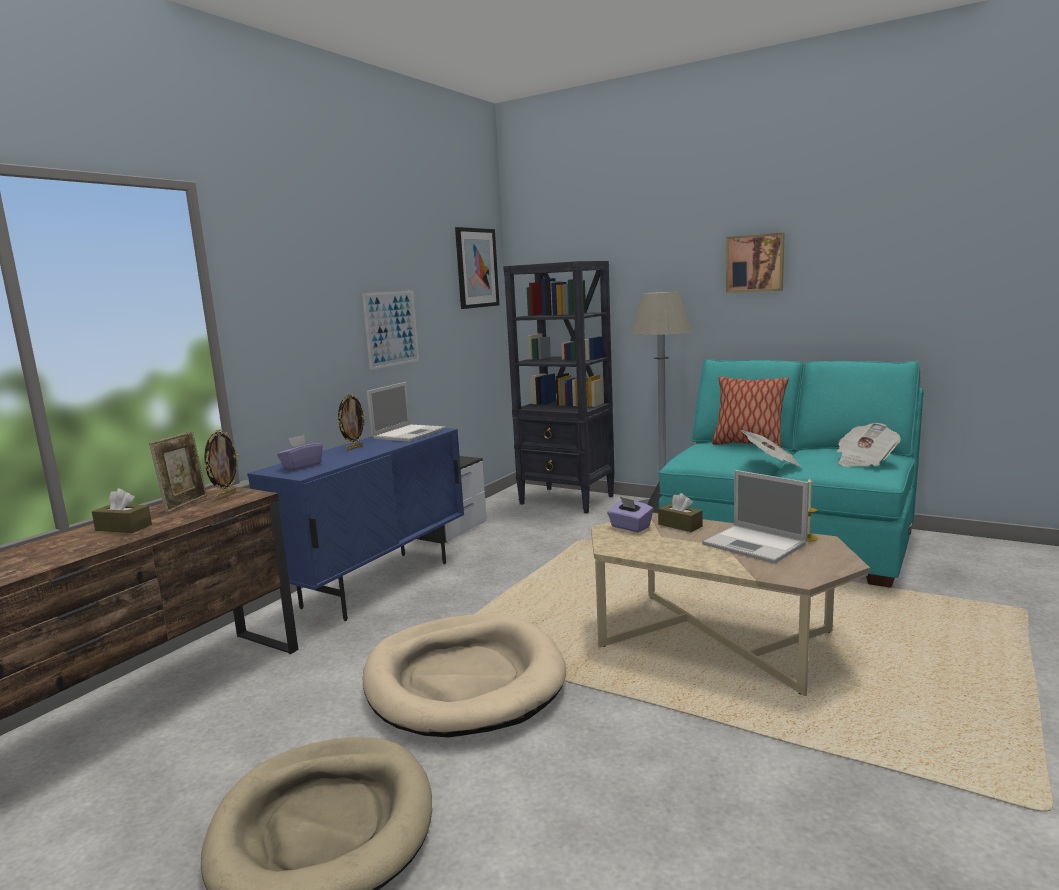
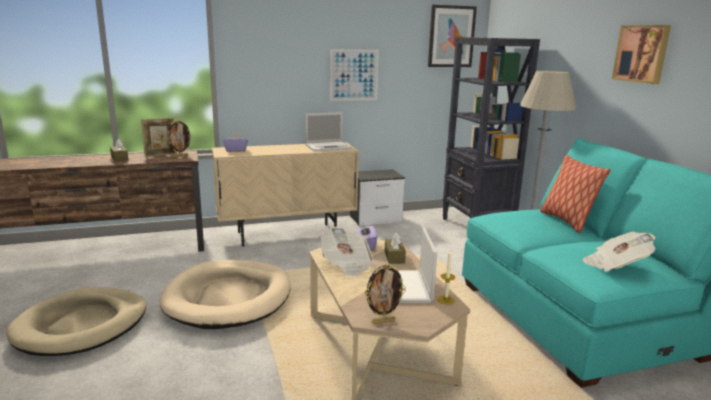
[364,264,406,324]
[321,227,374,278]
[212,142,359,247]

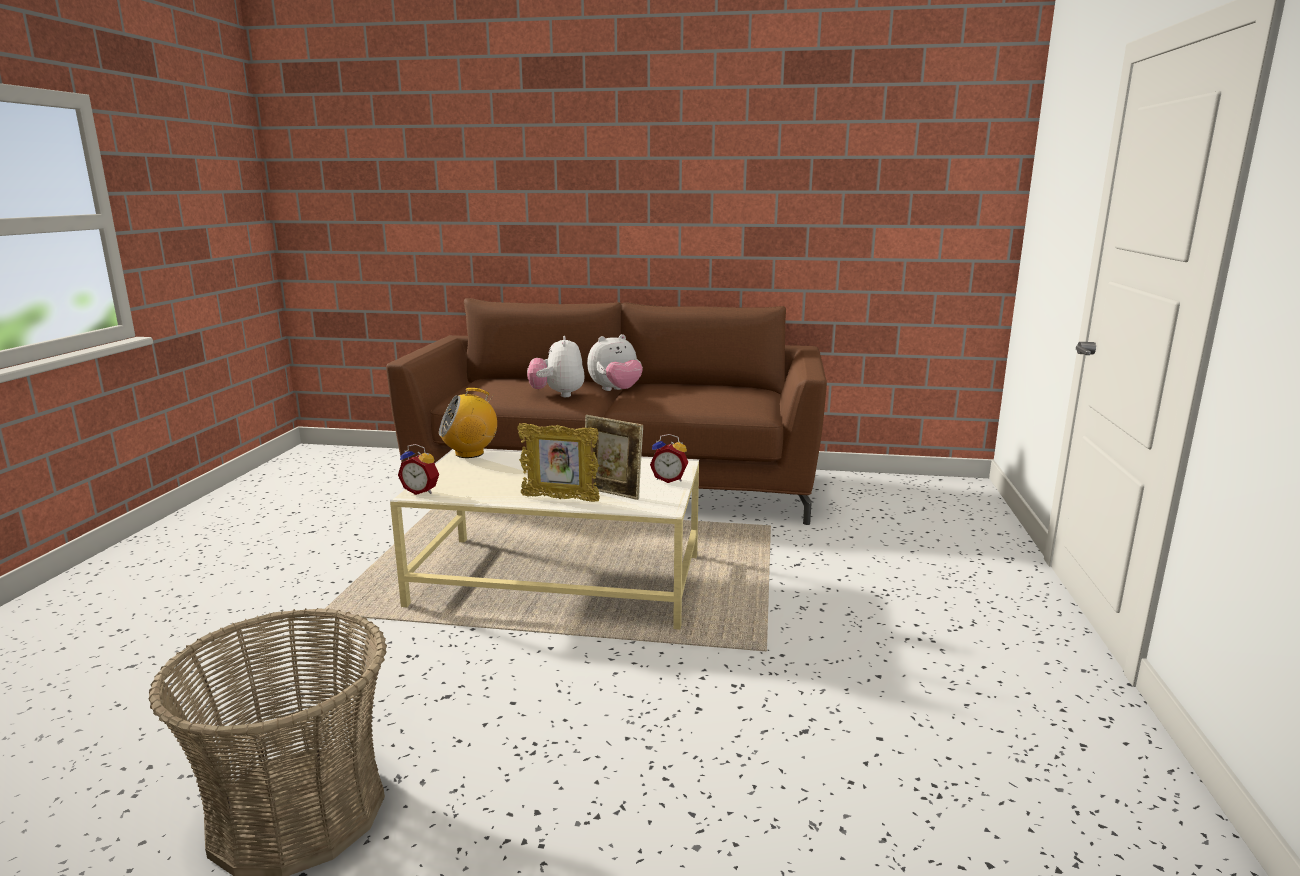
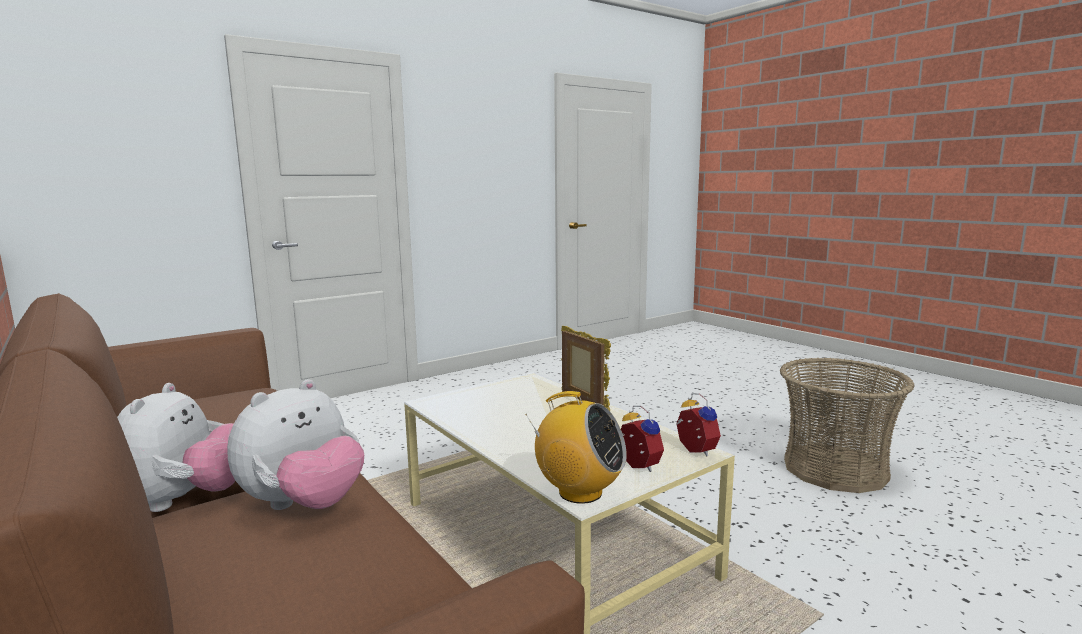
[585,415,643,500] (first image)
[621,405,664,472]
[117,383,235,512]

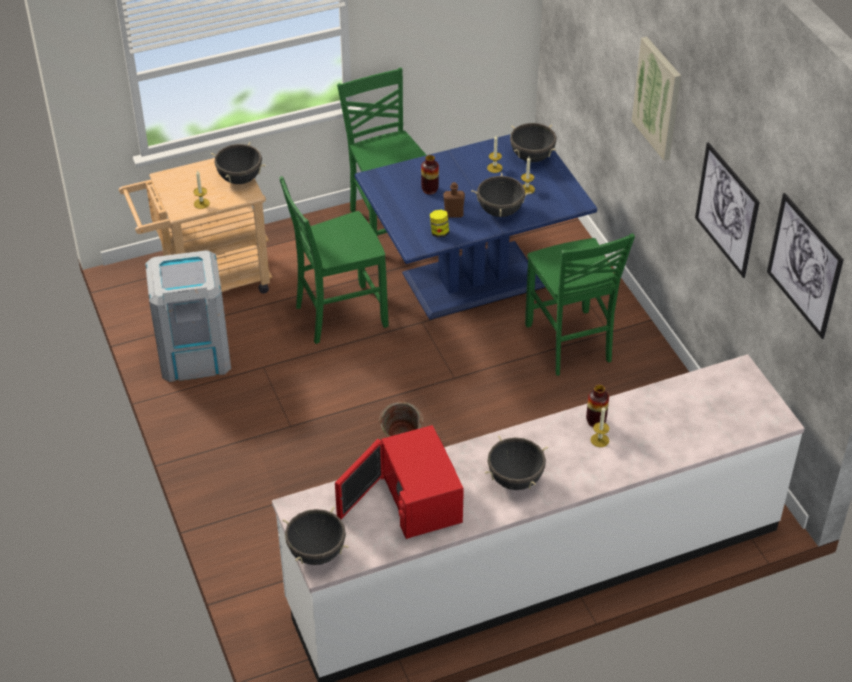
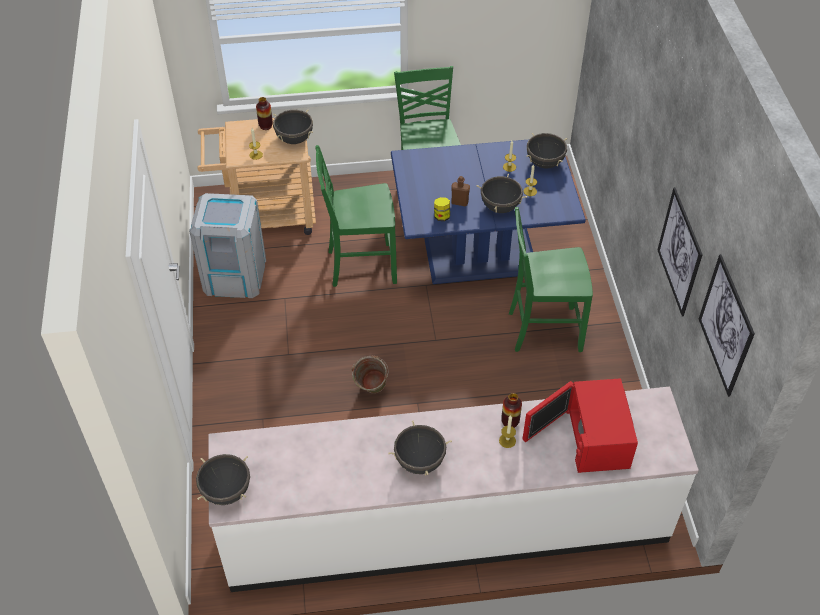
[632,37,681,161] (first image)
[523,378,638,473]
[256,97,273,130]
[509,207,593,352]

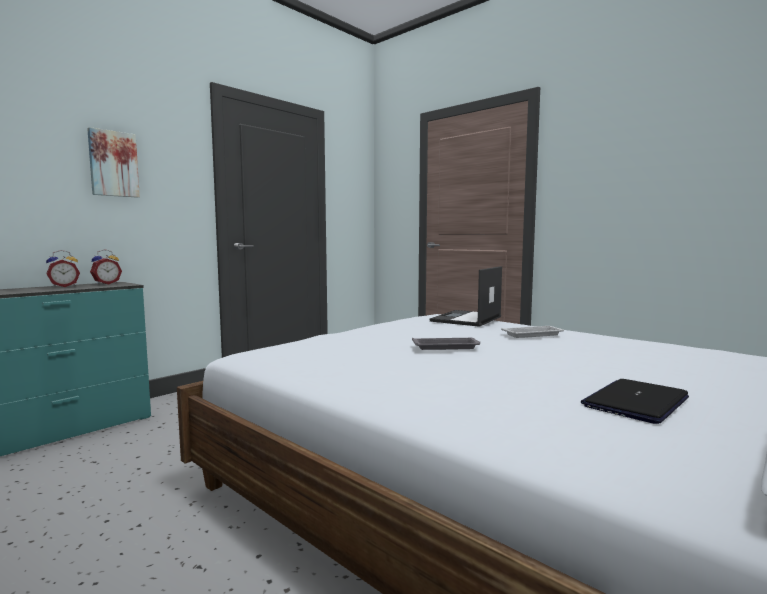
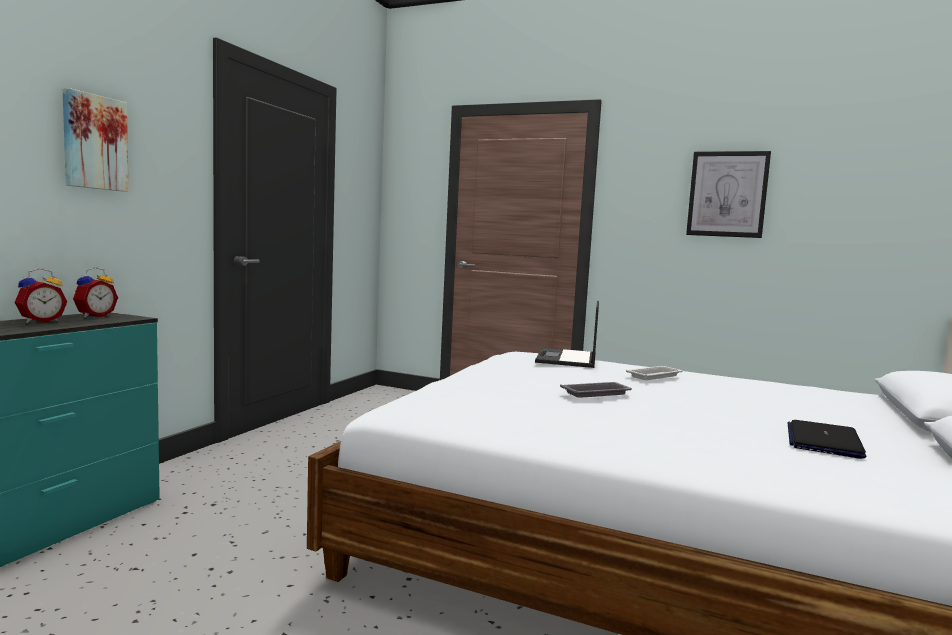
[686,151,771,238]

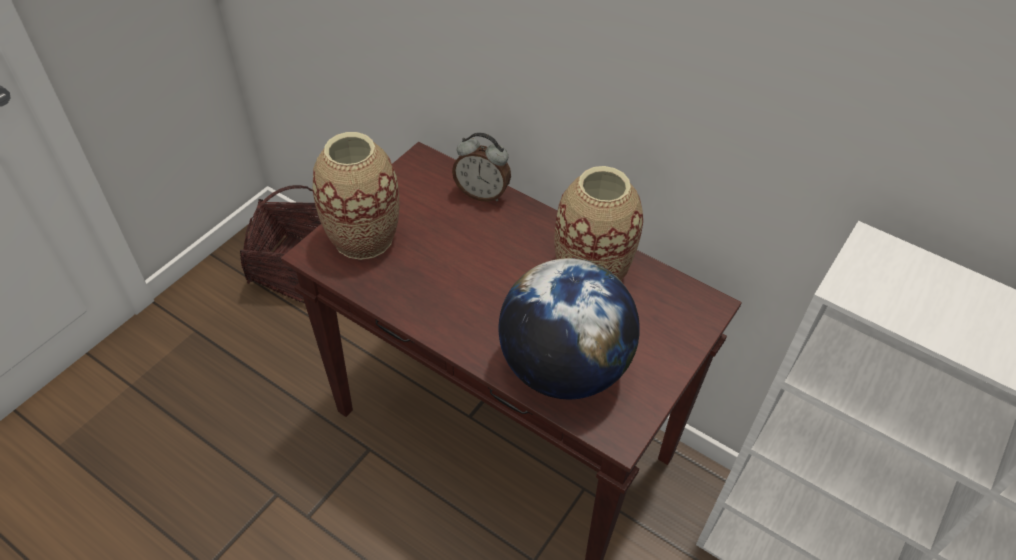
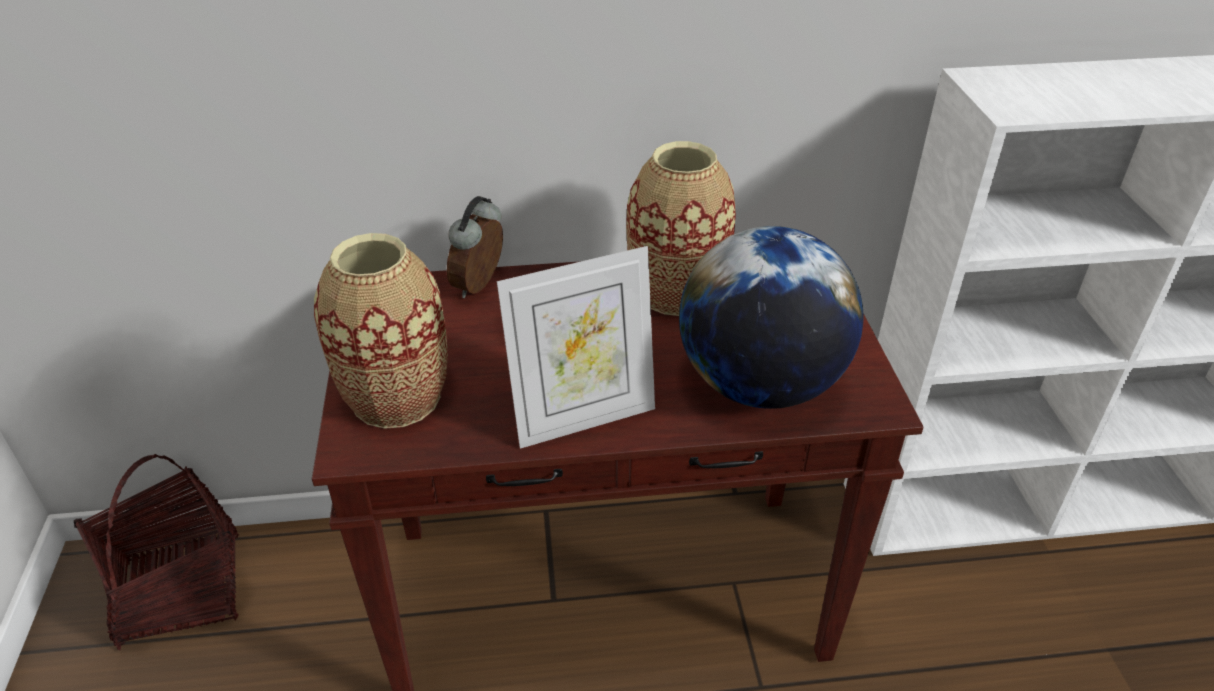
[497,246,655,449]
[446,196,503,298]

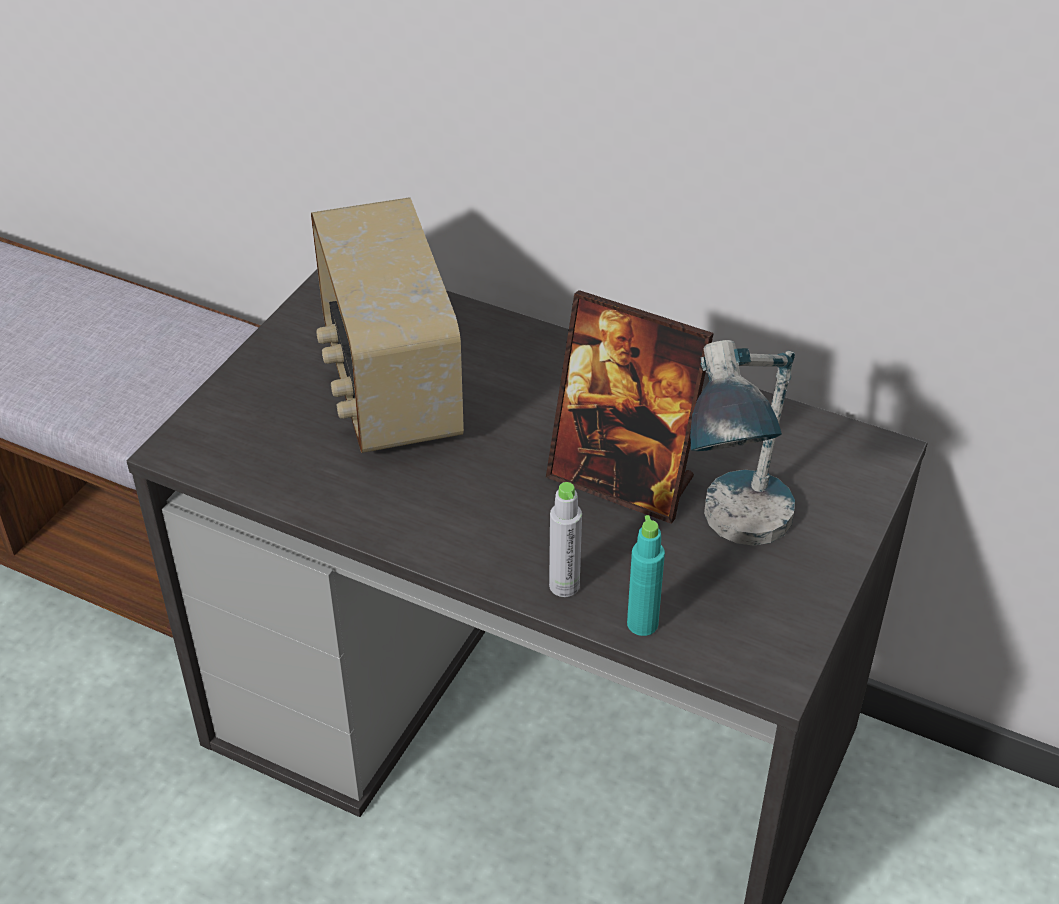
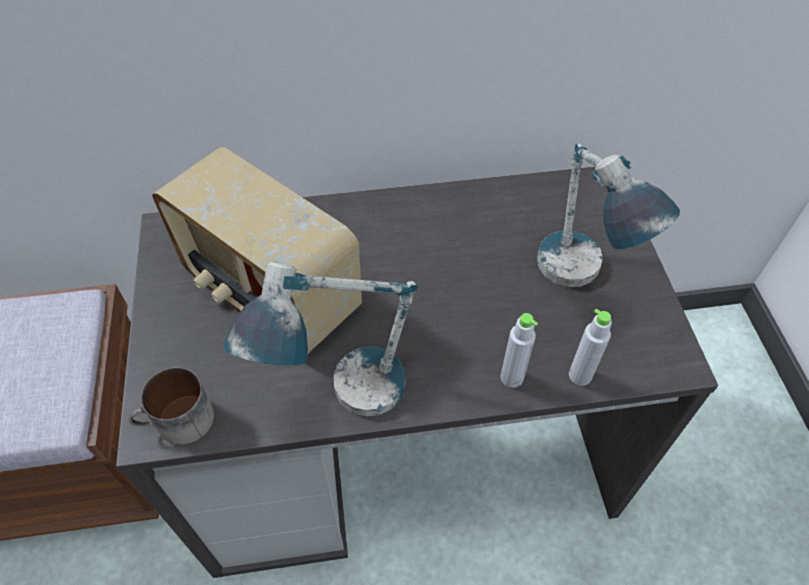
[546,290,714,523] (first image)
[128,367,214,445]
[223,261,418,417]
[569,309,612,386]

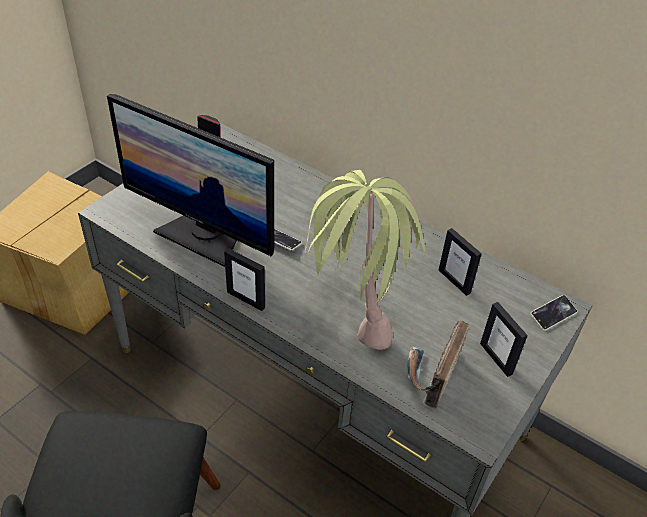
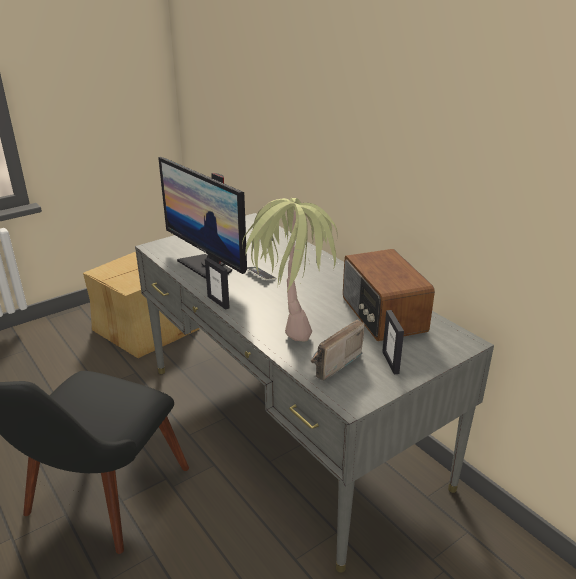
[530,295,577,331] (first image)
[343,249,435,341]

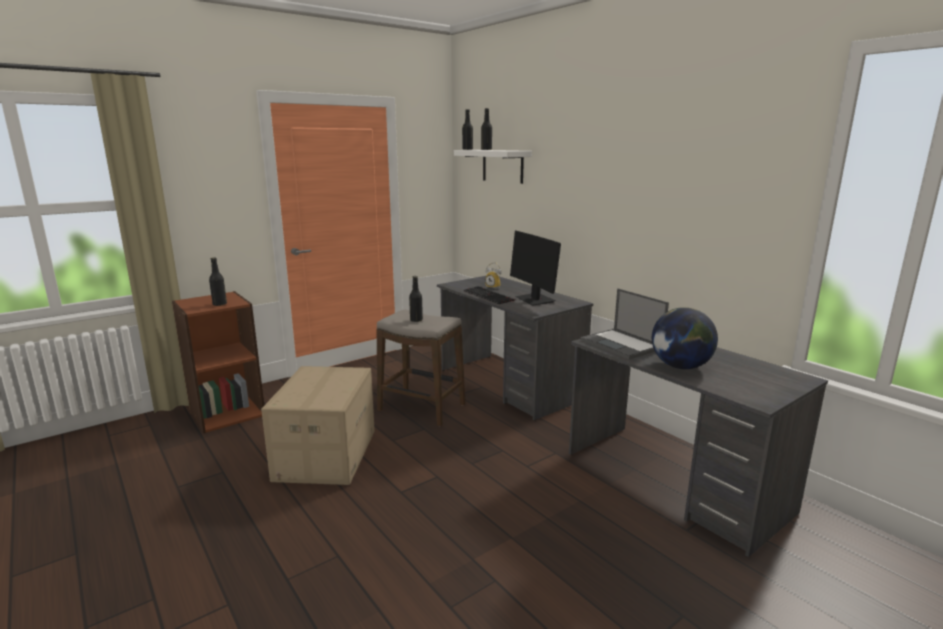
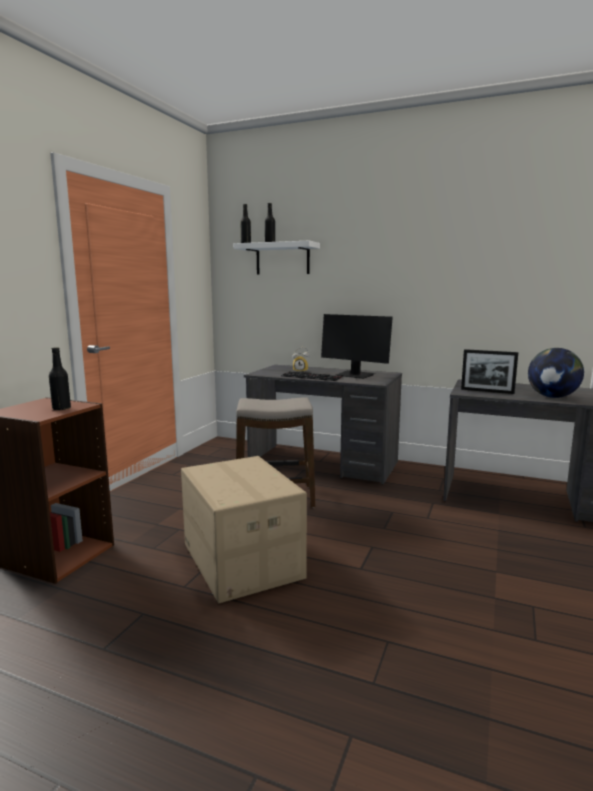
[409,276,423,322] (first image)
[461,349,518,394]

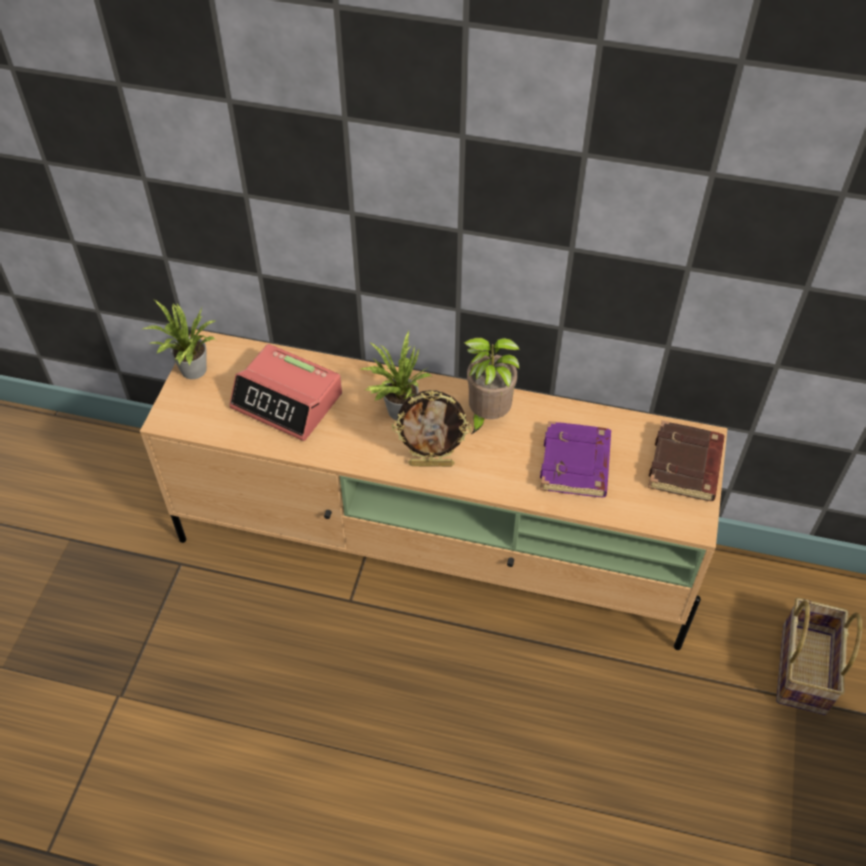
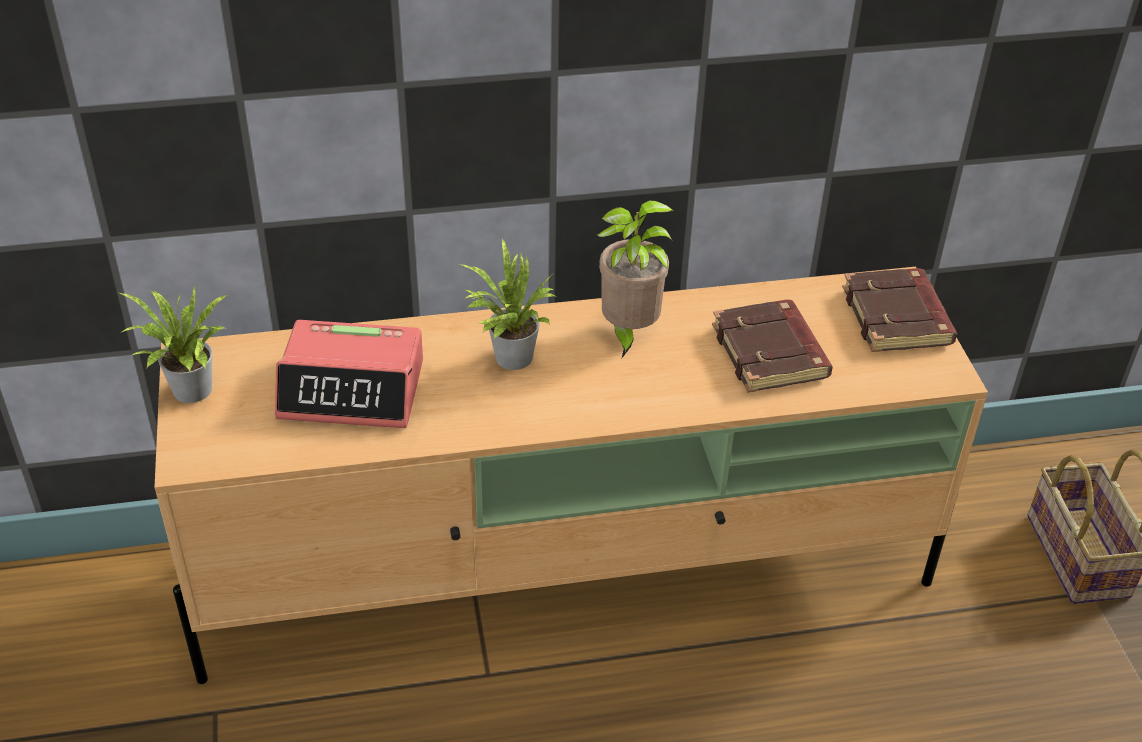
[392,390,472,467] (first image)
[712,300,833,393]

